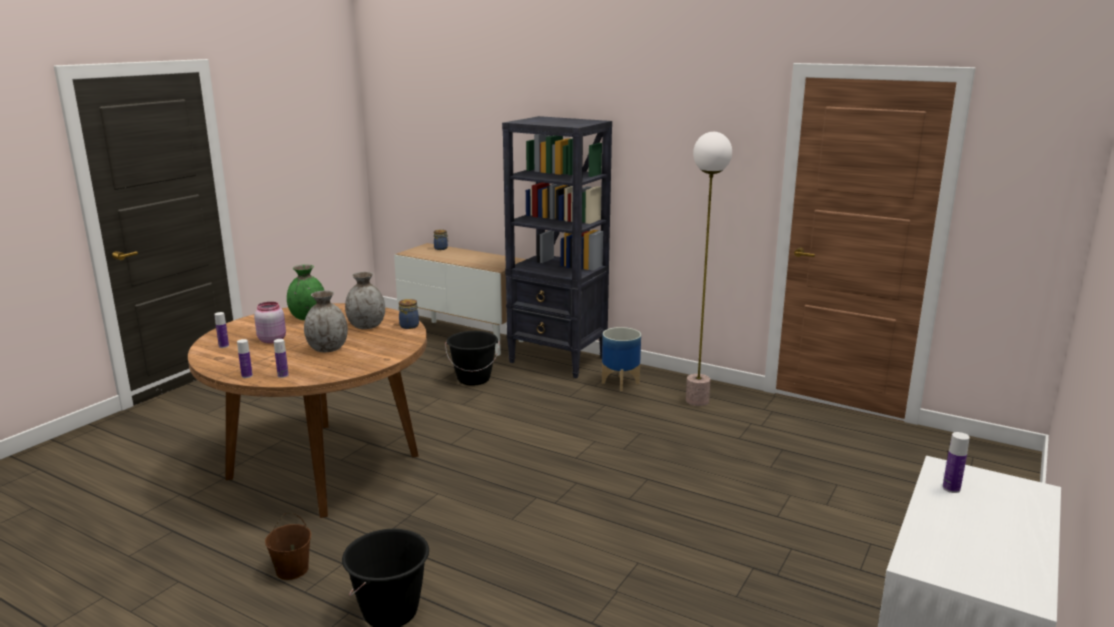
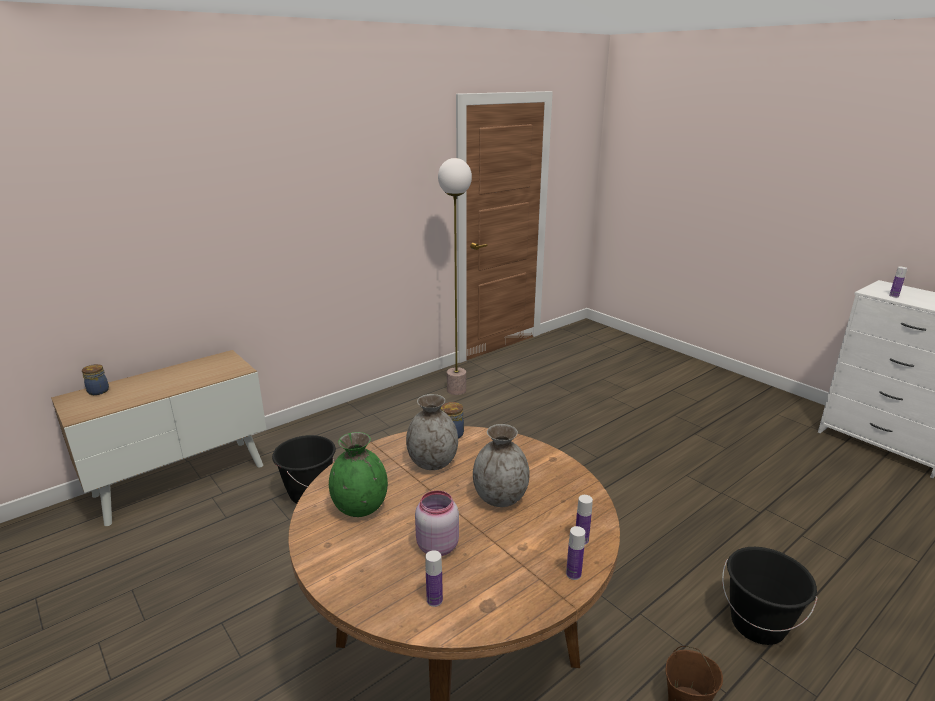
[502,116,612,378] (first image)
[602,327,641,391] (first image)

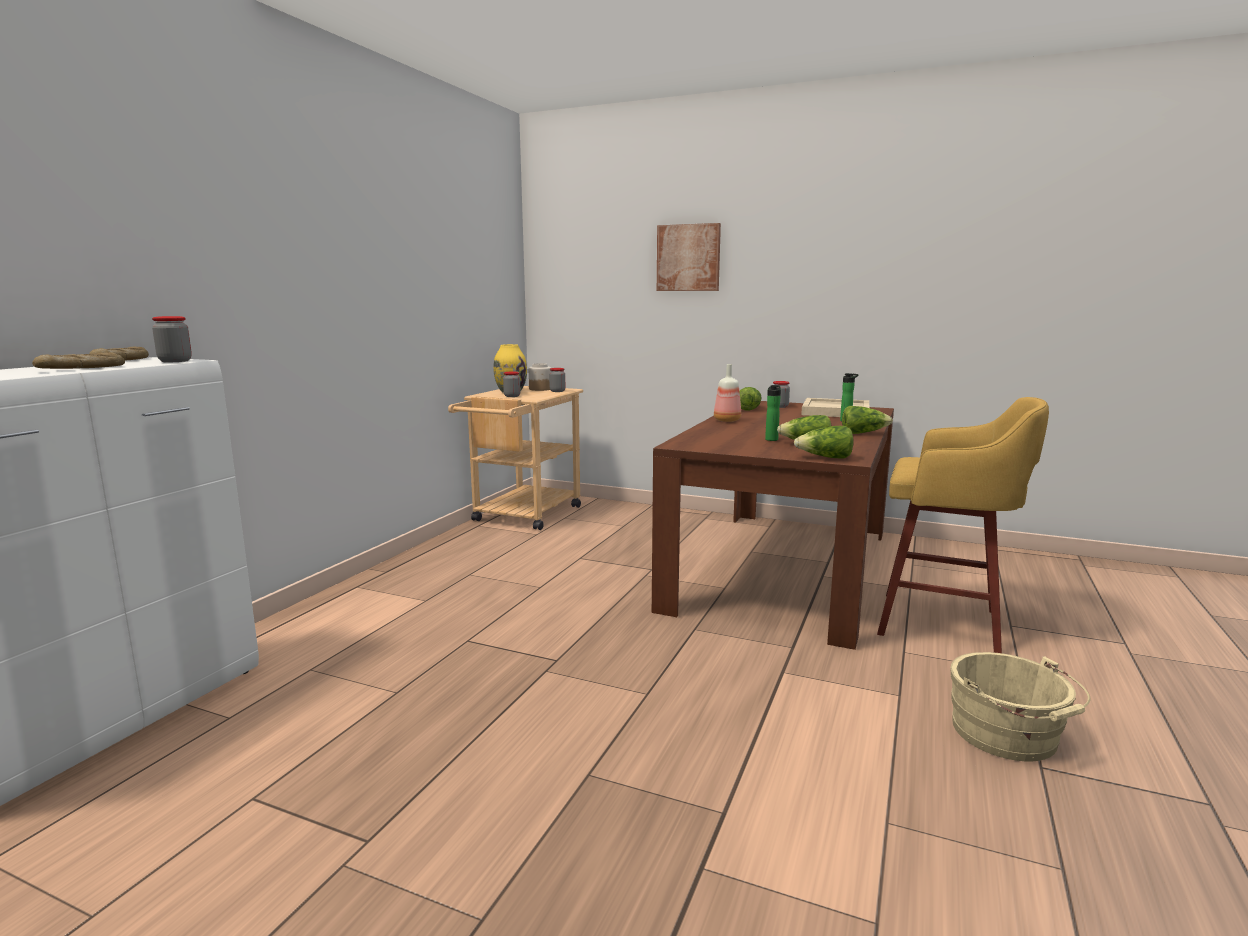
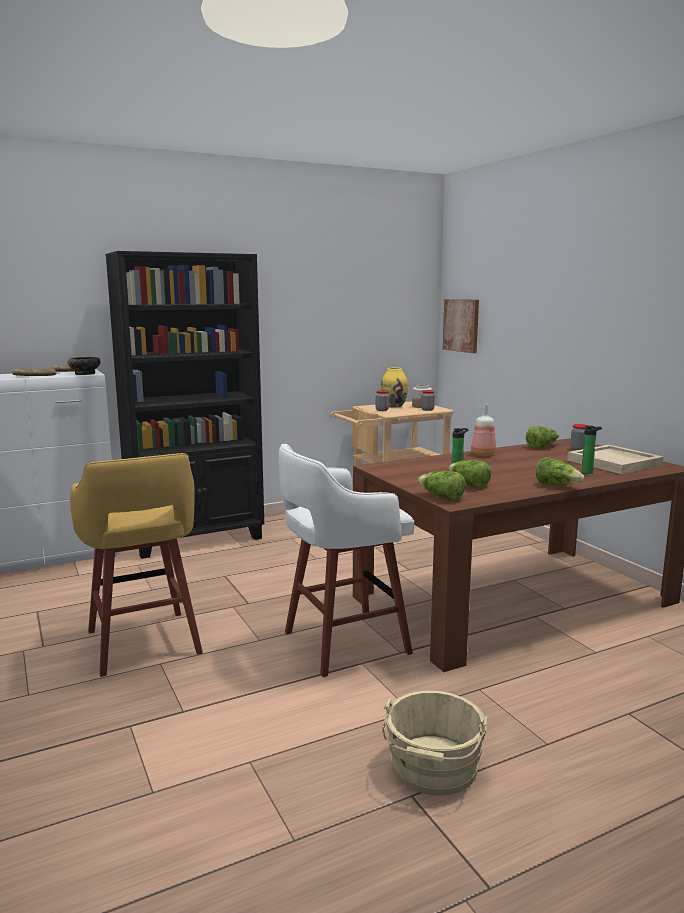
[106,251,264,559]
[279,444,414,677]
[443,299,479,353]
[70,453,203,677]
[68,357,101,375]

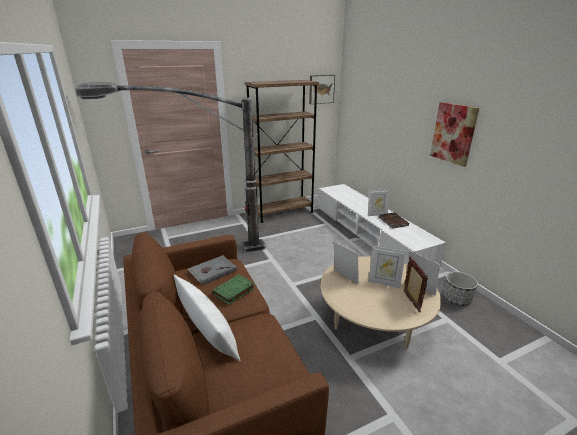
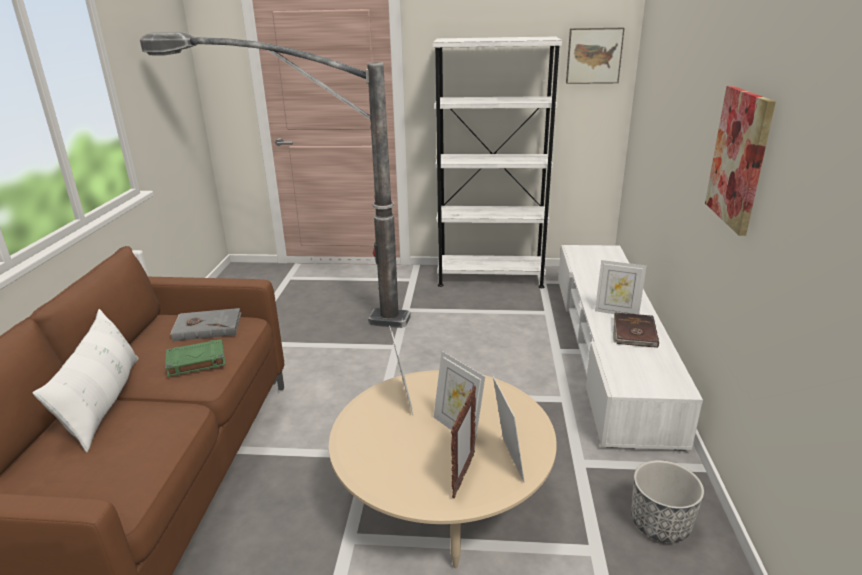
[433,37,562,288]

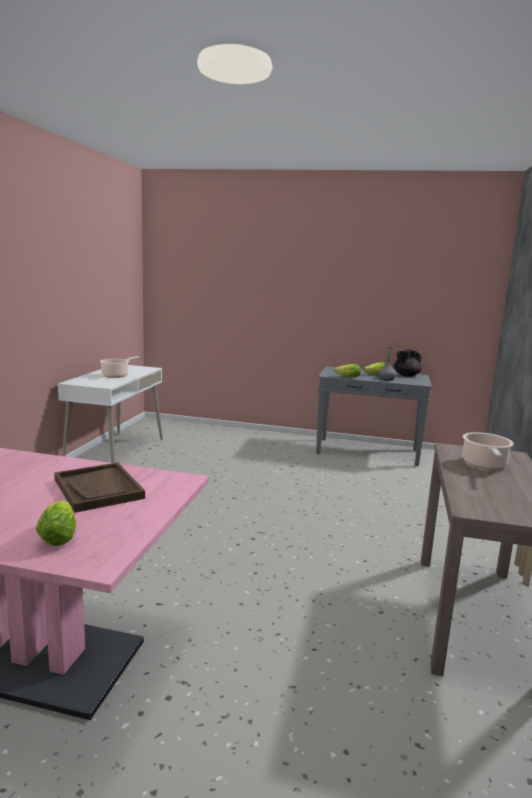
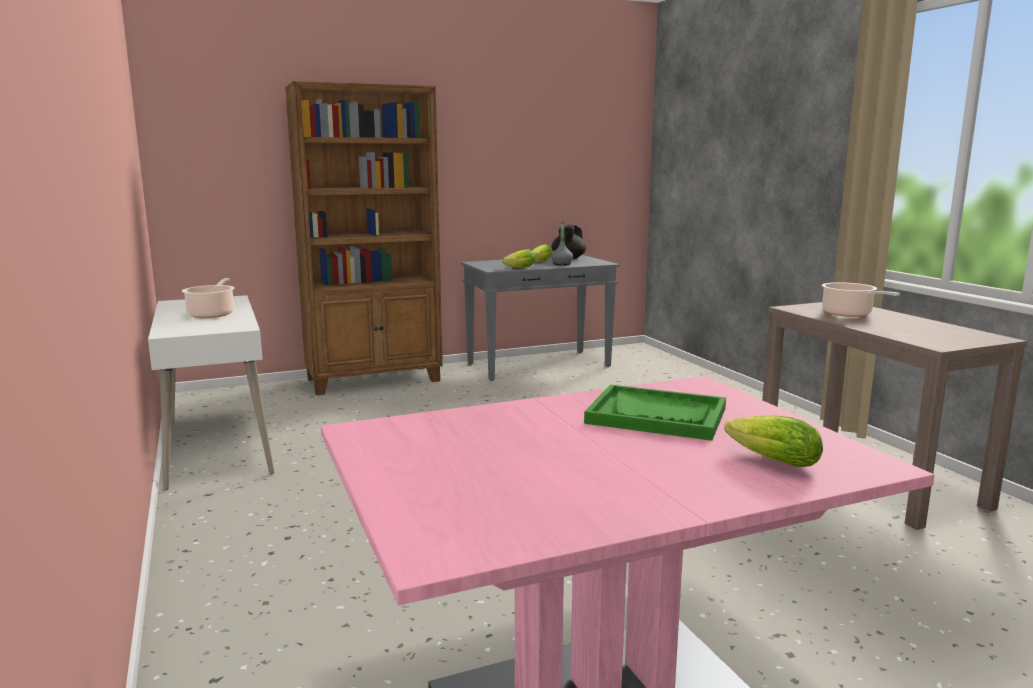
[285,81,443,395]
[584,385,726,441]

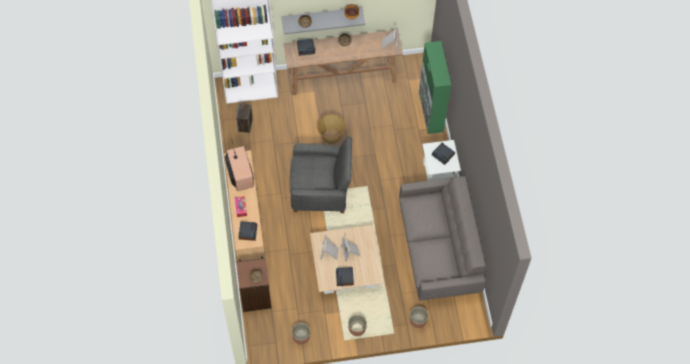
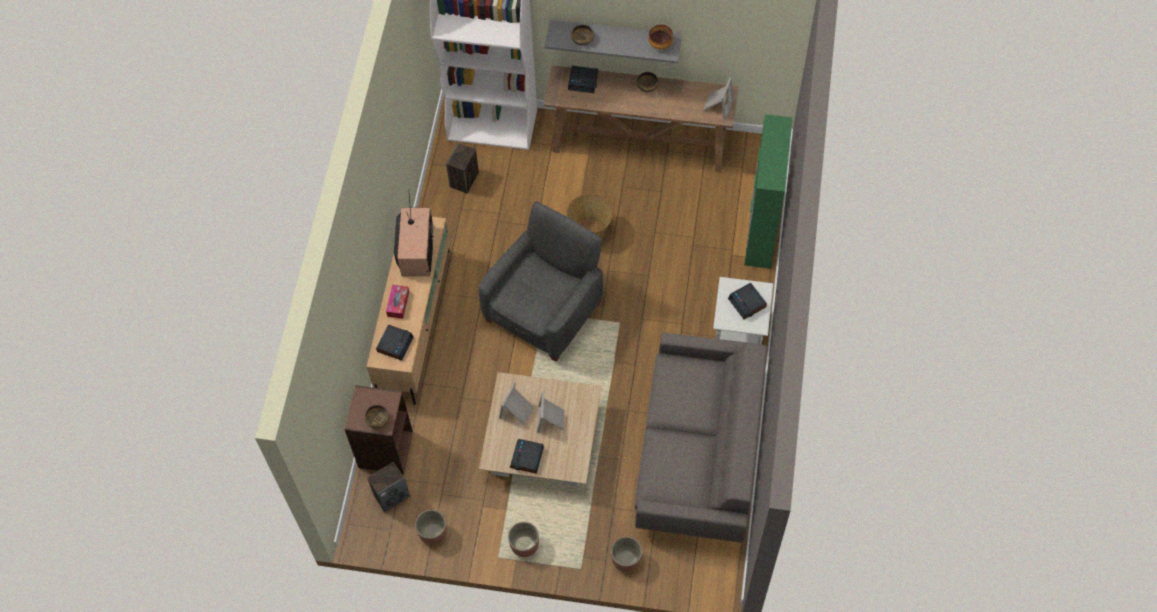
[367,462,410,512]
[479,201,603,362]

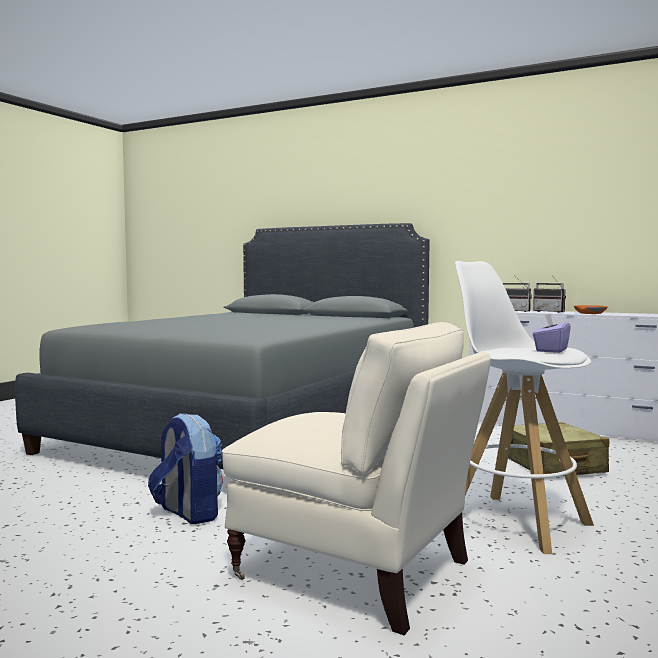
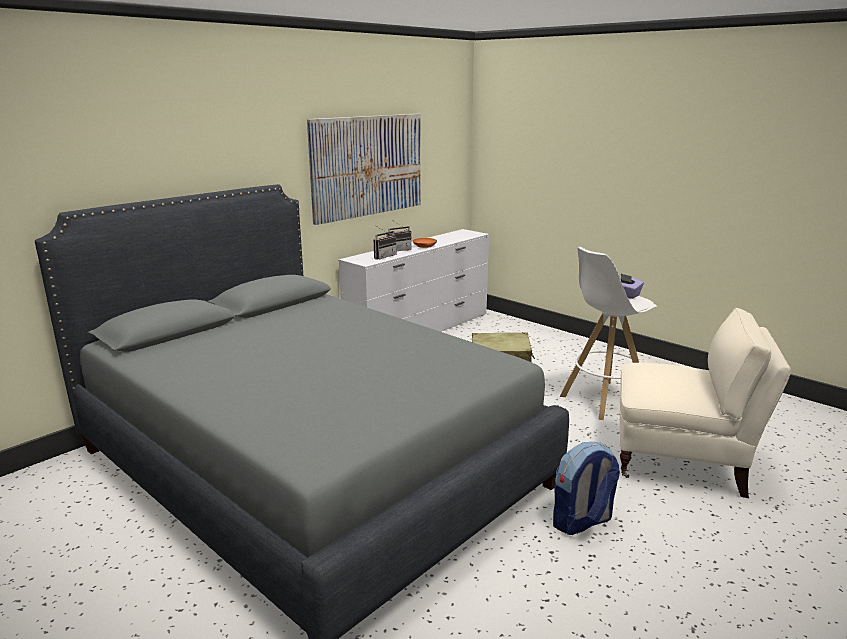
[307,114,421,225]
[620,308,791,498]

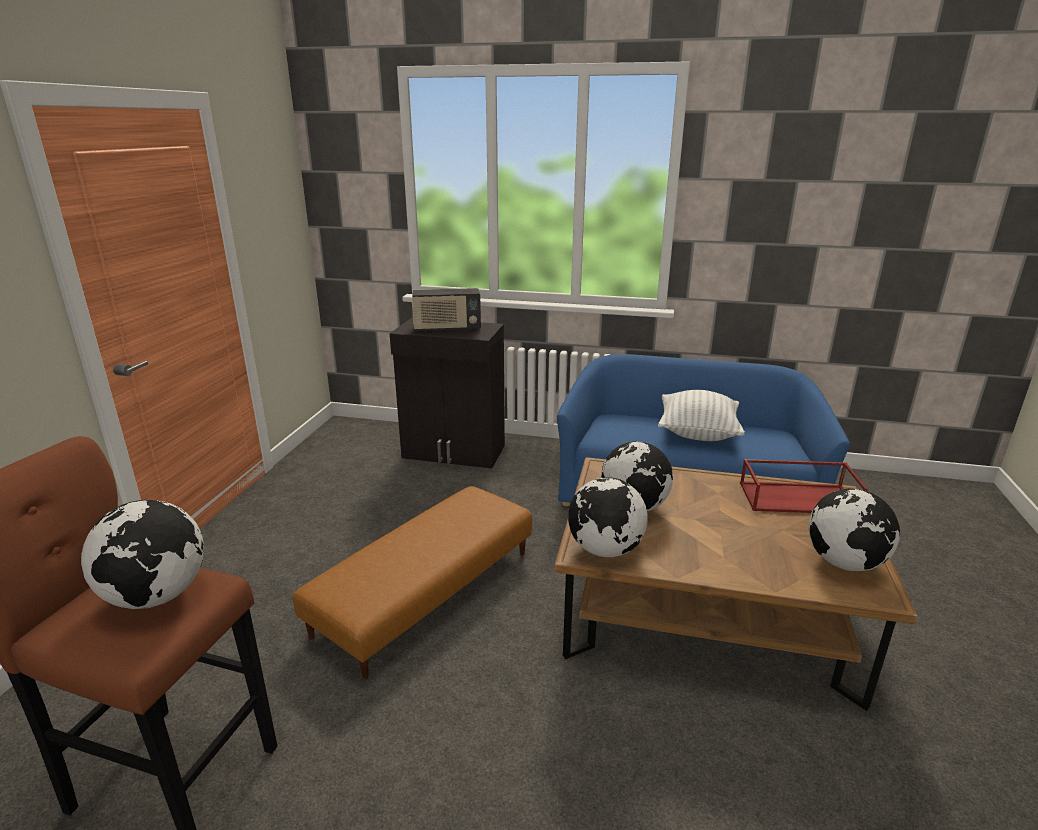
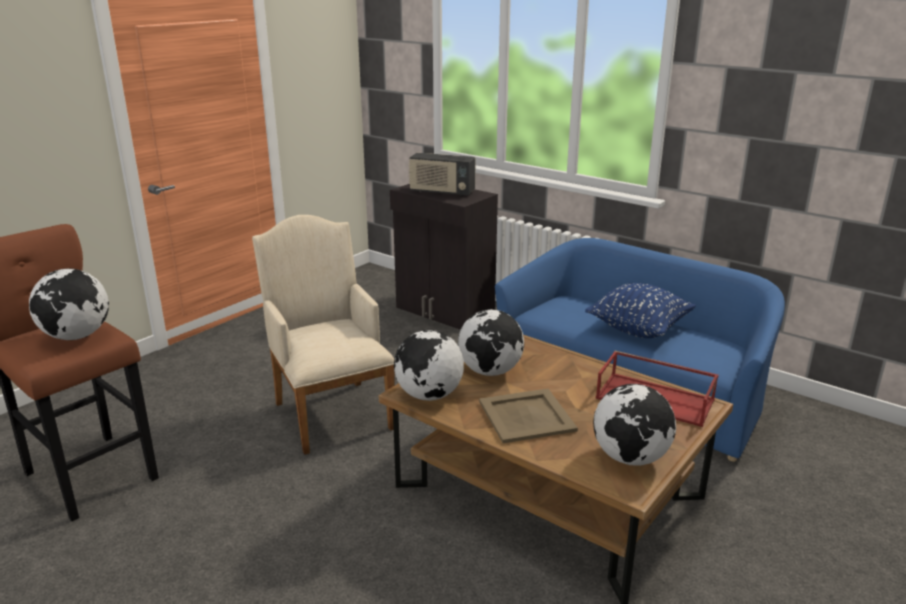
[479,389,578,443]
[252,215,395,455]
[585,283,696,338]

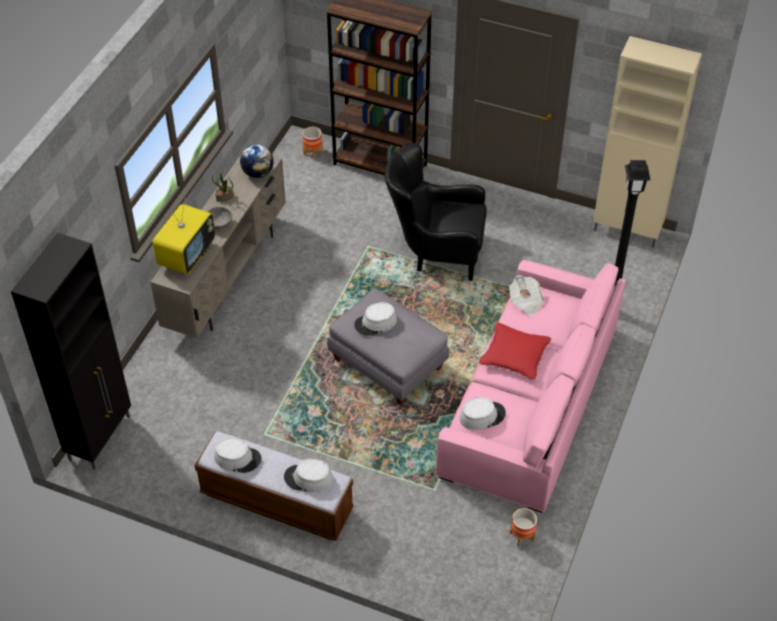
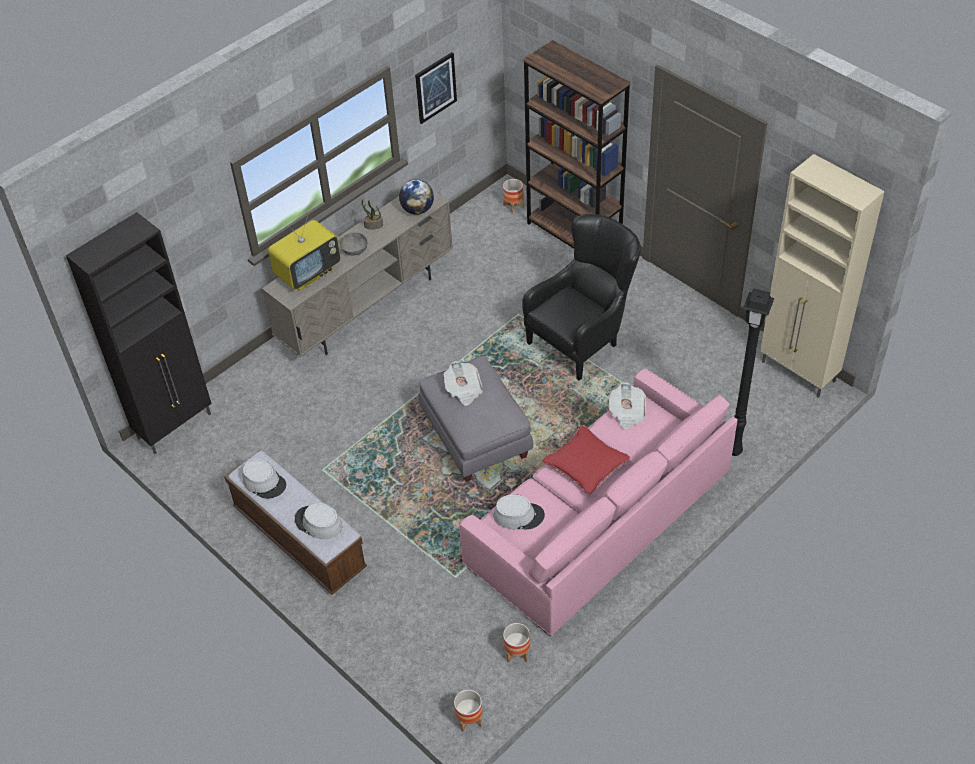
[415,52,457,124]
[454,690,483,732]
[444,361,483,406]
[522,214,641,381]

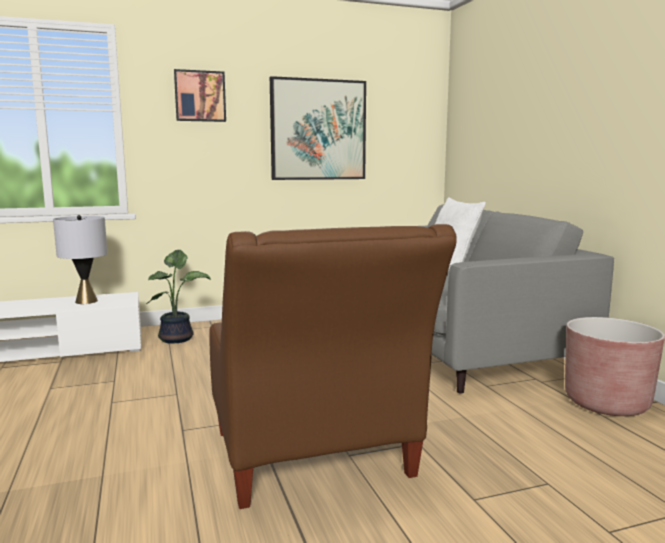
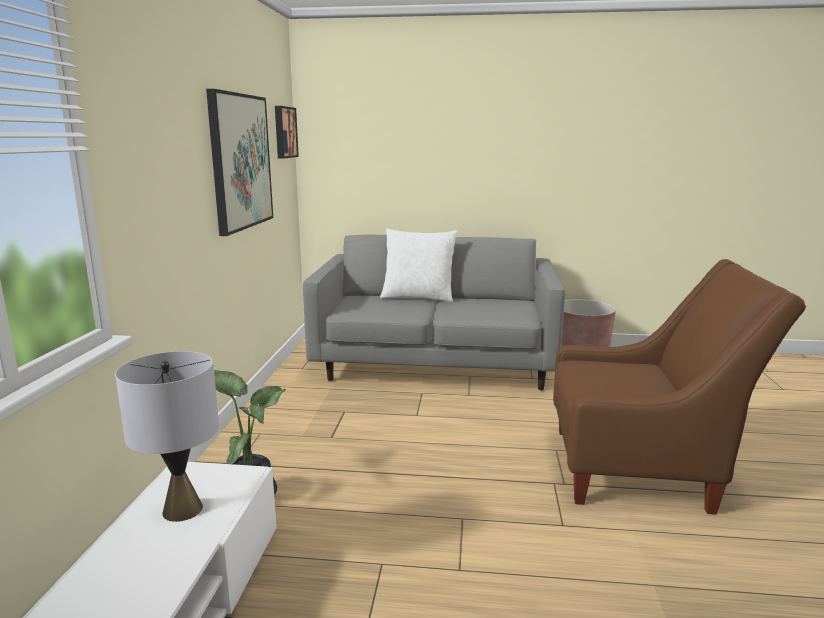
[275,106,299,159]

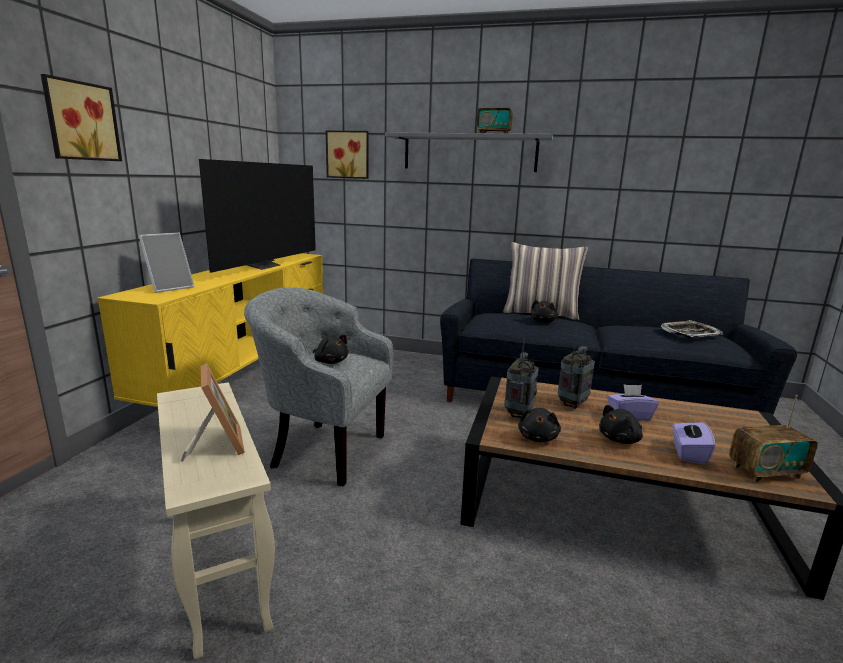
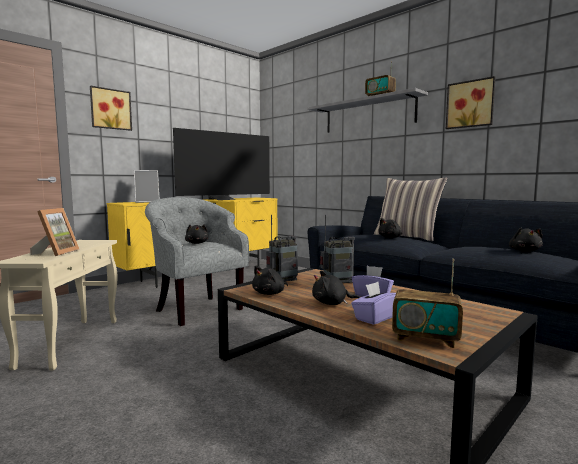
[446,76,496,129]
[509,228,543,252]

